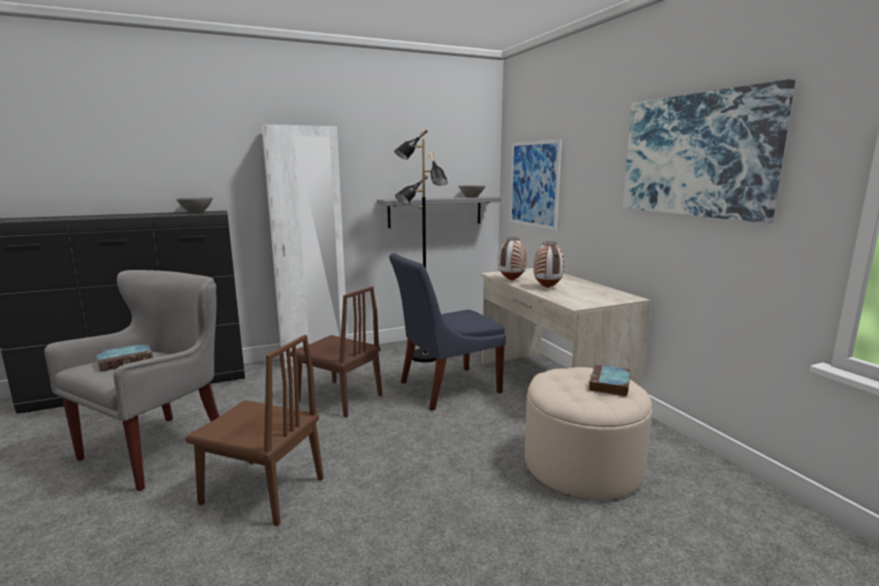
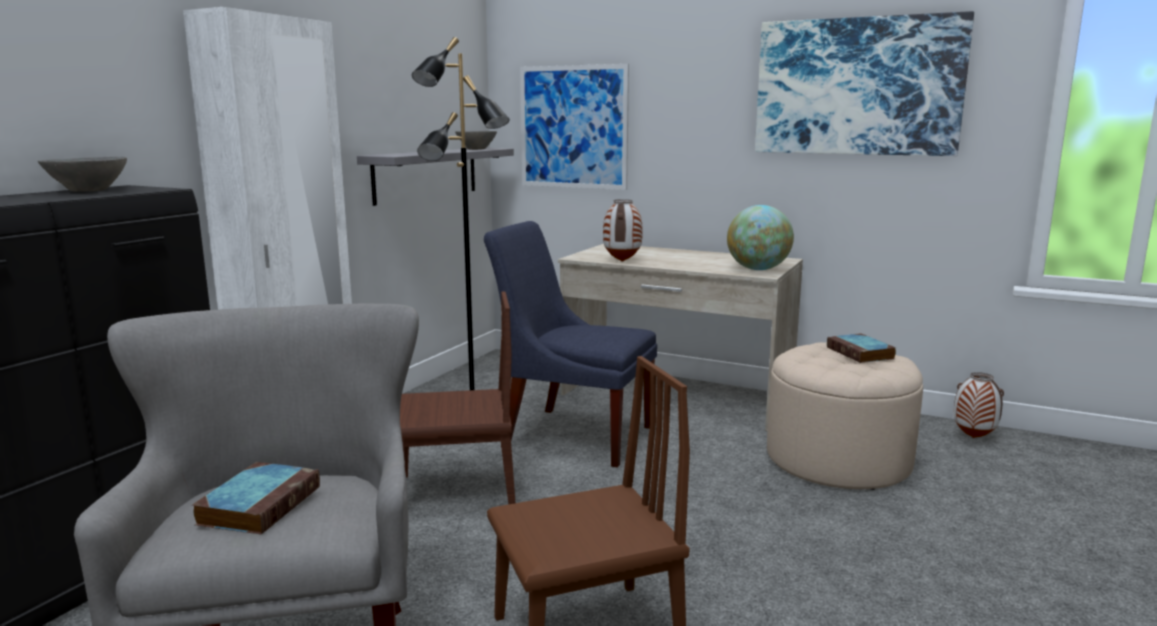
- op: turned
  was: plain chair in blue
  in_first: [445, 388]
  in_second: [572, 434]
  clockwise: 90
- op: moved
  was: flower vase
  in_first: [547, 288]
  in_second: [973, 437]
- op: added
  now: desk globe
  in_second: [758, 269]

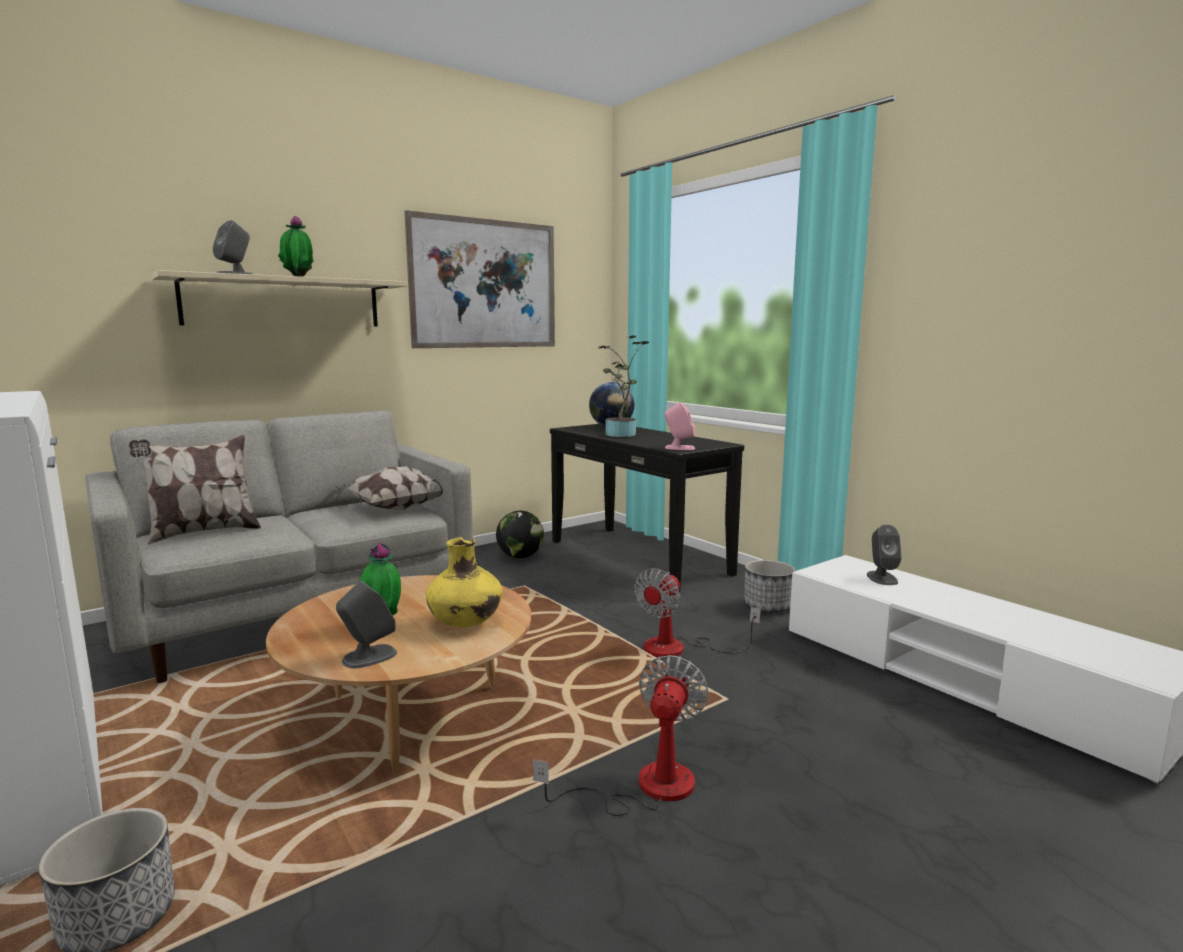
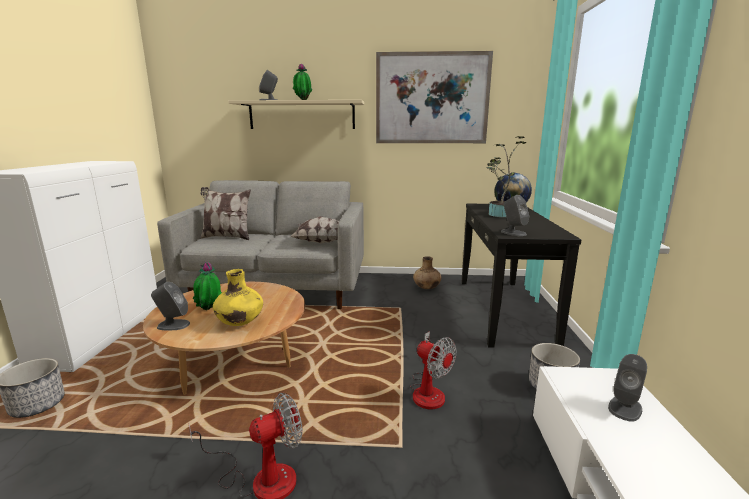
- op: replaced
  was: desk globe
  now: flower vase in brown
  in_first: [520, 557]
  in_second: [426, 288]
- op: turned
  was: fan
  in_first: [679, 648]
  in_second: [428, 390]
  clockwise: -120
- op: recoloured
  was: loudspeaker in pinkish
  now: loudspeaker in gray
  in_first: [679, 448]
  in_second: [513, 233]

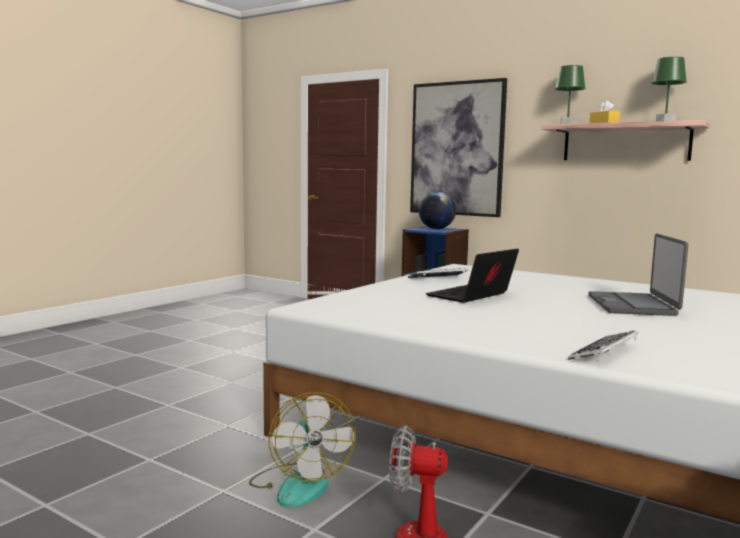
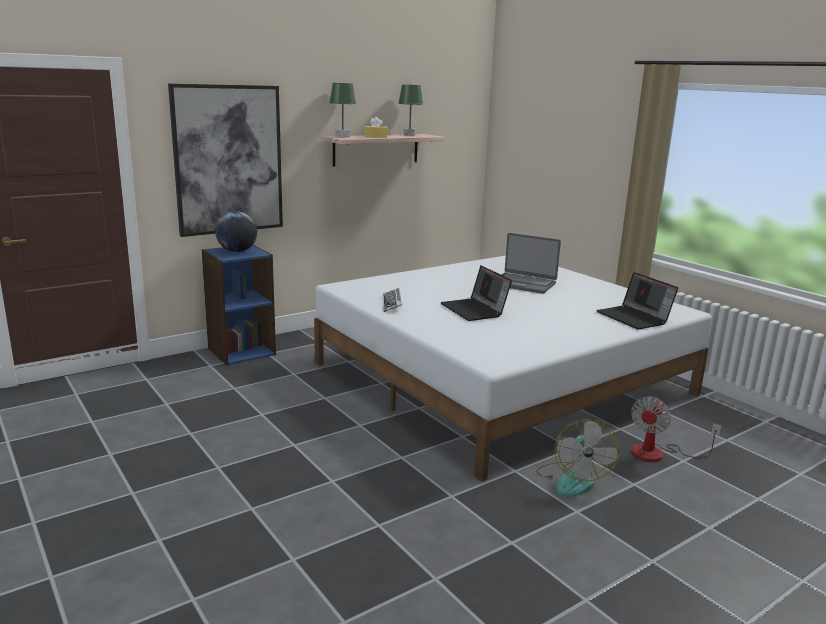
- op: turned
  was: fan
  in_first: [299, 484]
  in_second: [572, 479]
  clockwise: 90
- op: replaced
  was: keyboard
  now: portable computer
  in_first: [604, 353]
  in_second: [634, 318]

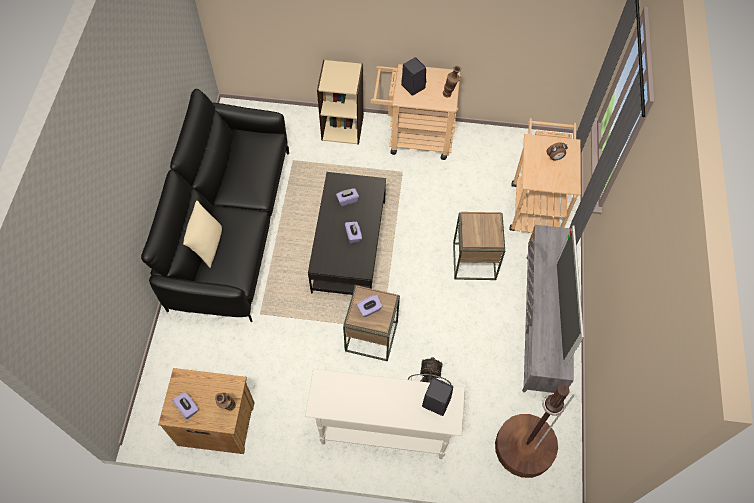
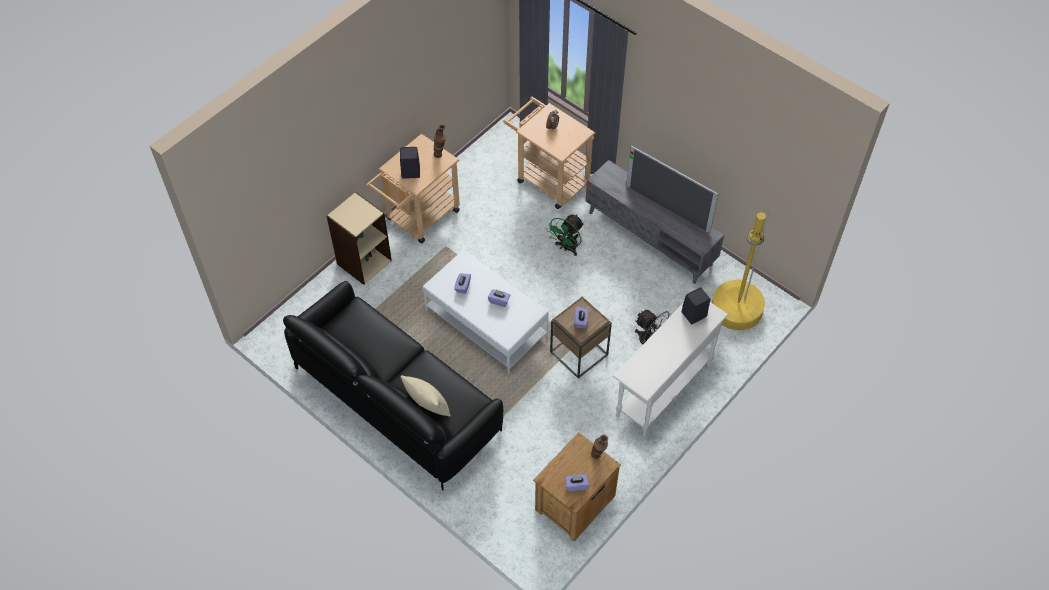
- op: recoloured
  was: coffee table in black-coloured
  now: coffee table in white-coloured
  in_first: [349, 246]
  in_second: [486, 323]
- op: replaced
  was: side table in brown
  now: fan in green-coloured
  in_first: [474, 261]
  in_second: [567, 248]
- op: recoloured
  was: standard lamp in brown
  now: standard lamp in yellow-coloured
  in_first: [524, 447]
  in_second: [736, 309]

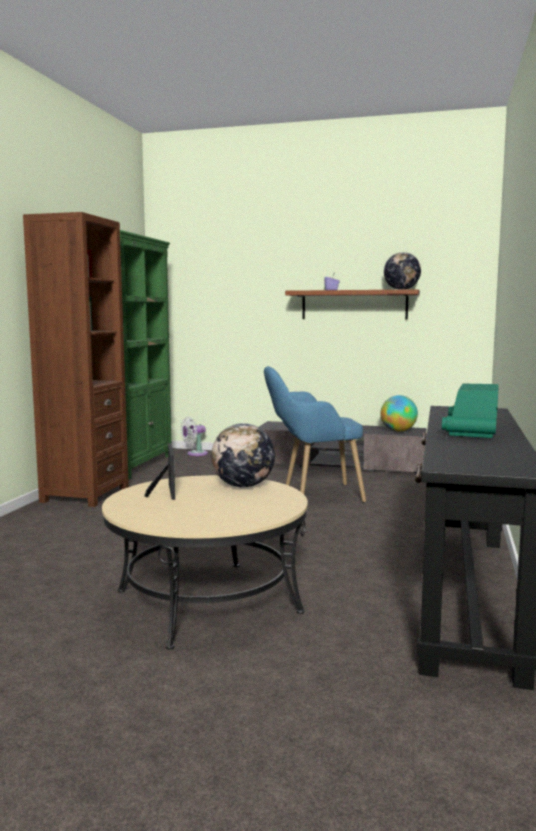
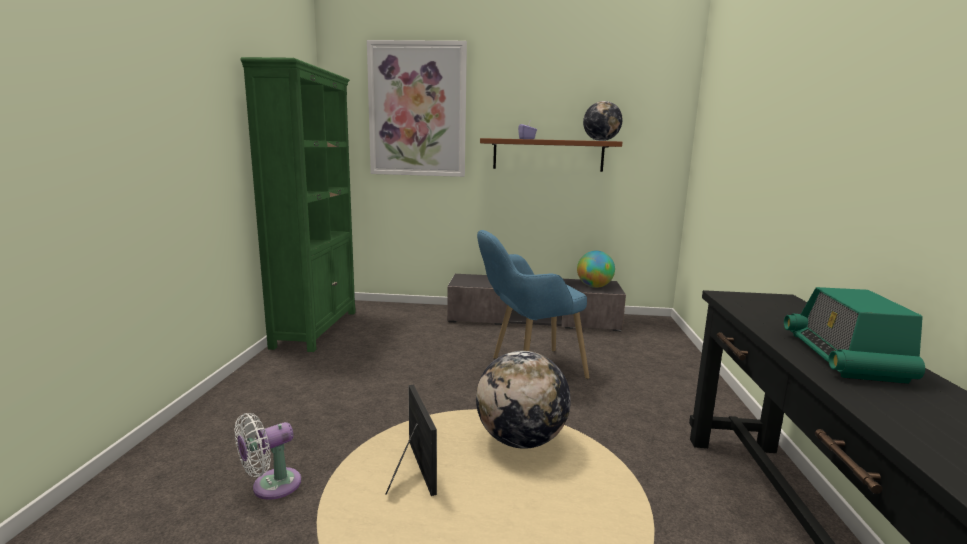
- op: removed
  was: bookcase in brown
  in_first: [85, 494]
- op: moved
  was: fan in white-coloured
  in_first: [195, 454]
  in_second: [271, 486]
- op: added
  now: picture
  in_second: [417, 110]

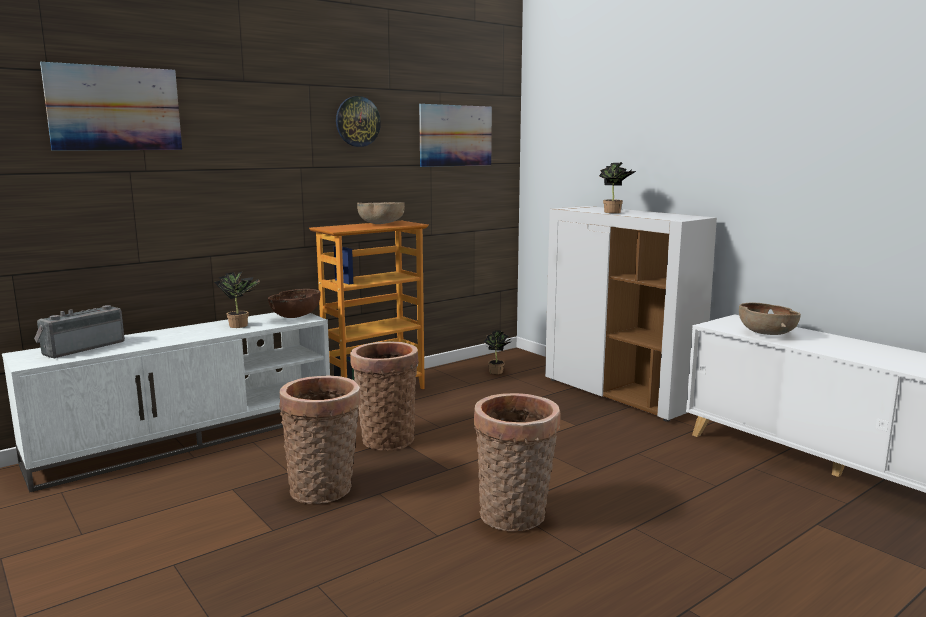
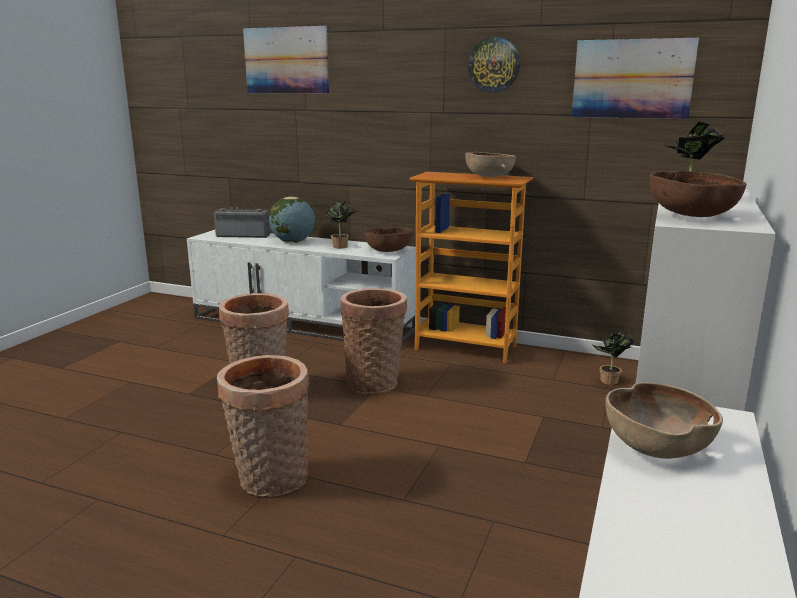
- op: added
  now: desk globe
  in_second: [293, 241]
- op: added
  now: bowl in brown
  in_second: [691, 216]

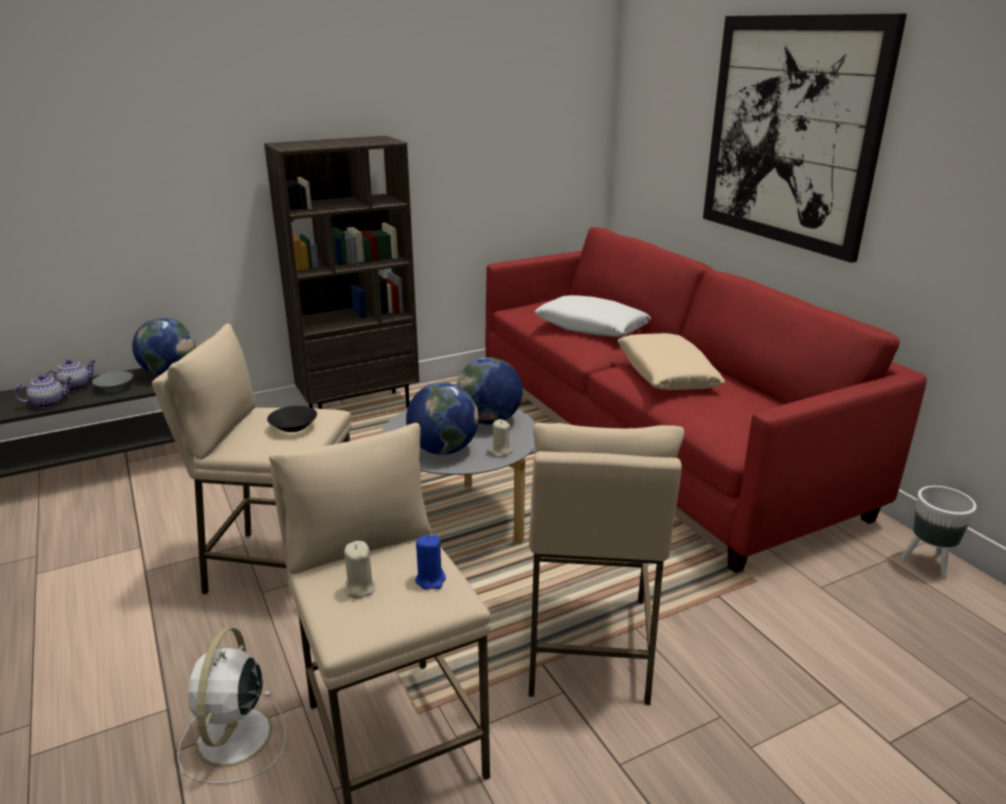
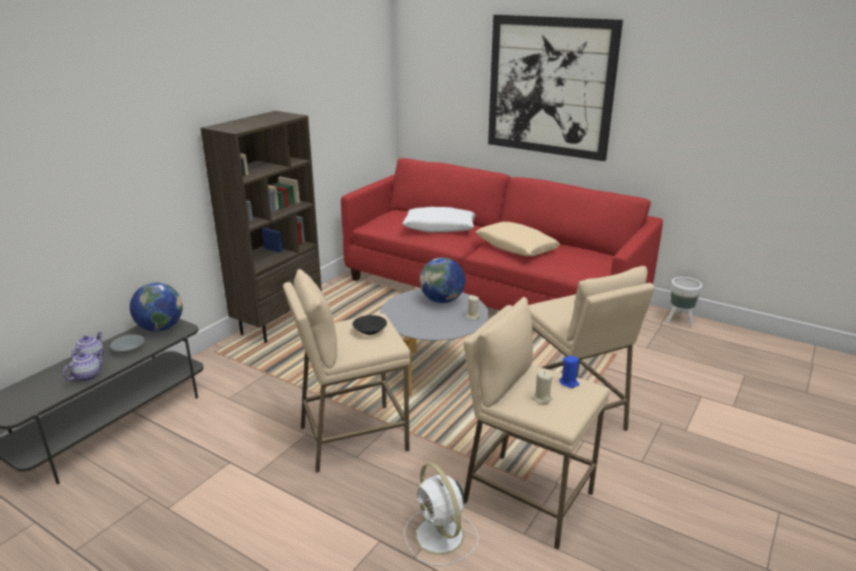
- op: removed
  was: desk globe
  in_first: [443, 450]

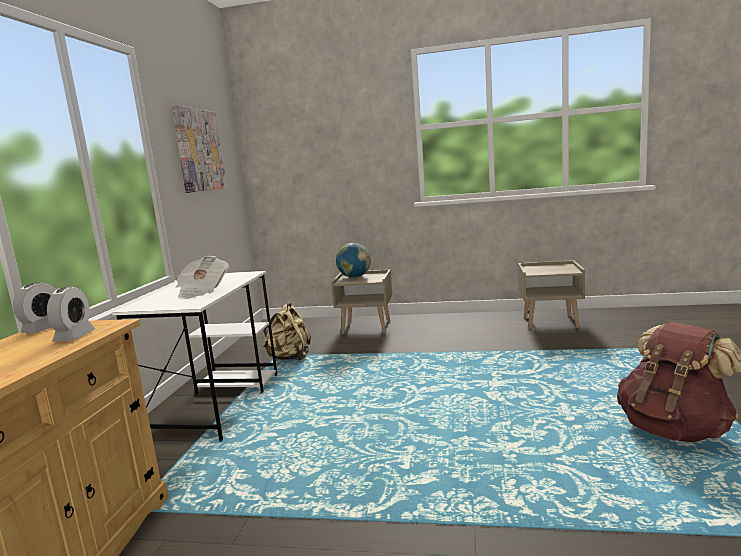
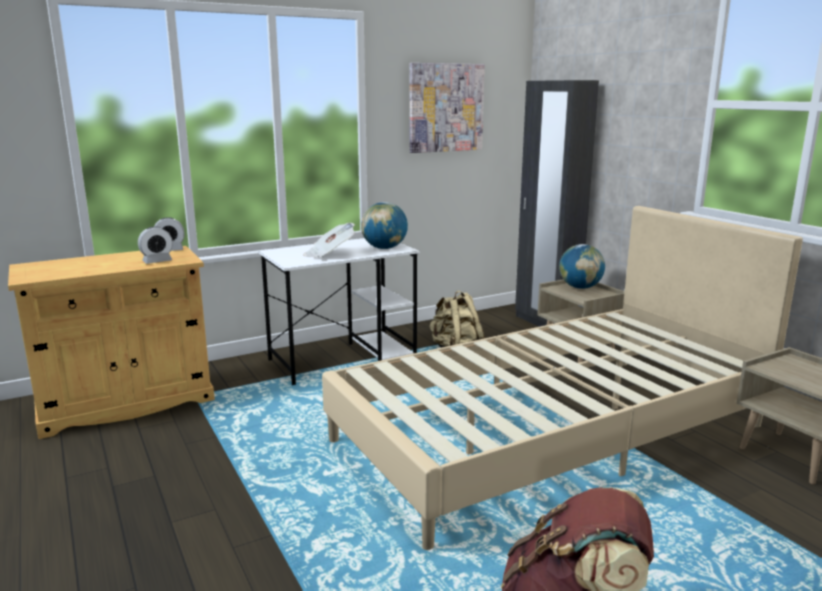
- op: added
  now: bed in beige
  in_second: [552, 433]
- op: added
  now: desk globe
  in_second: [384, 248]
- op: added
  now: wardrobe in black-coloured
  in_second: [545, 323]

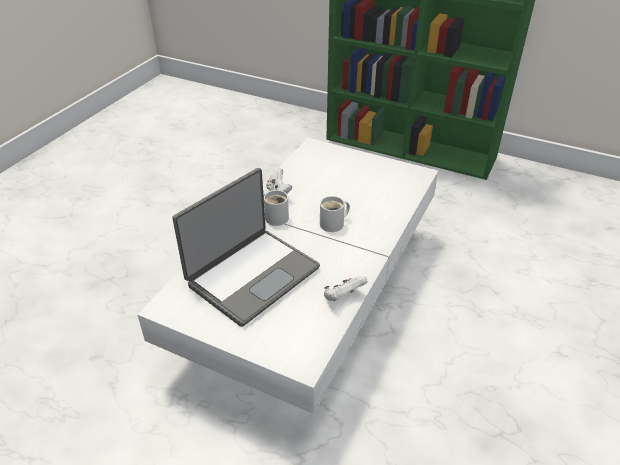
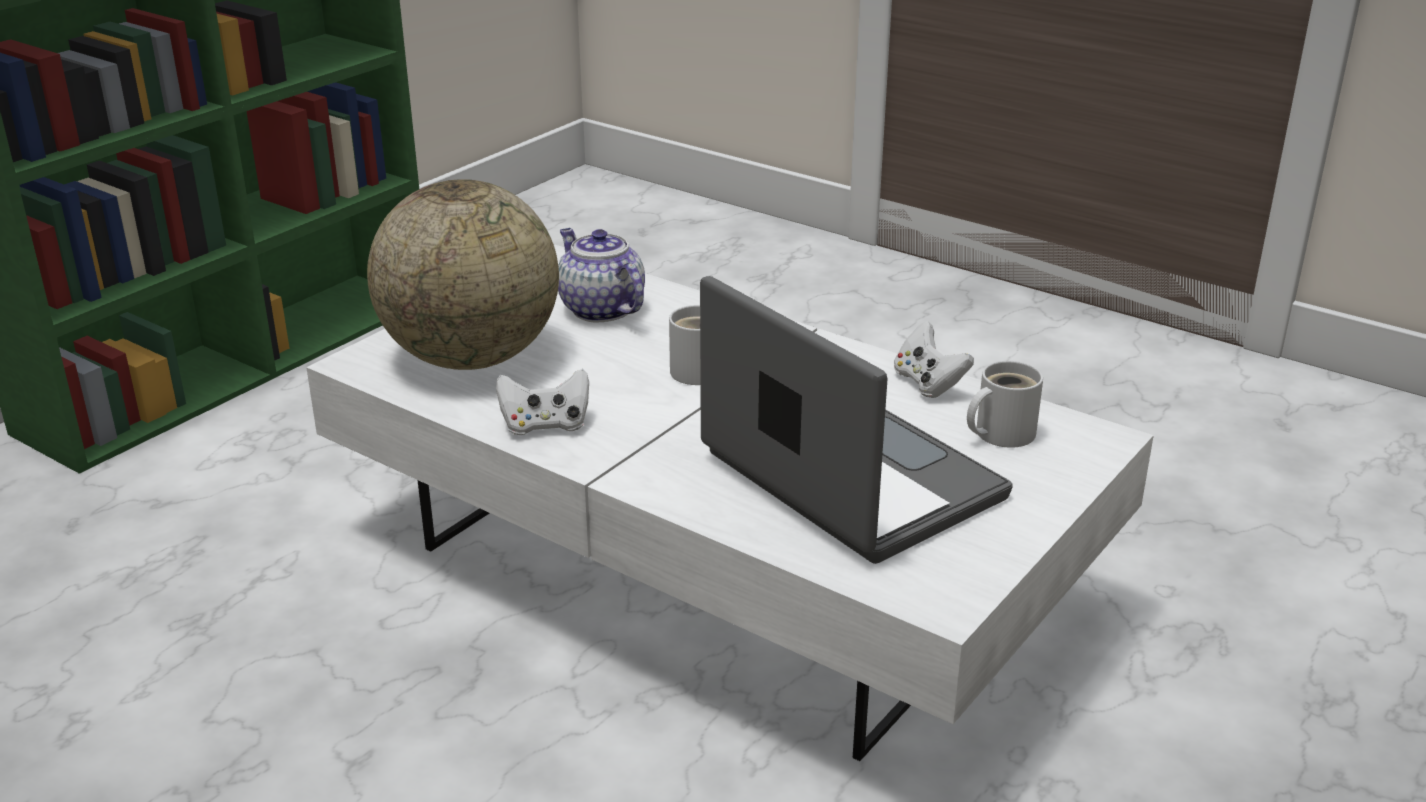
- op: moved
  was: mug in white-coloured
  in_first: [276, 216]
  in_second: [999, 433]
- op: added
  now: desk globe
  in_second: [471, 358]
- op: added
  now: pot for tea
  in_second: [600, 309]

